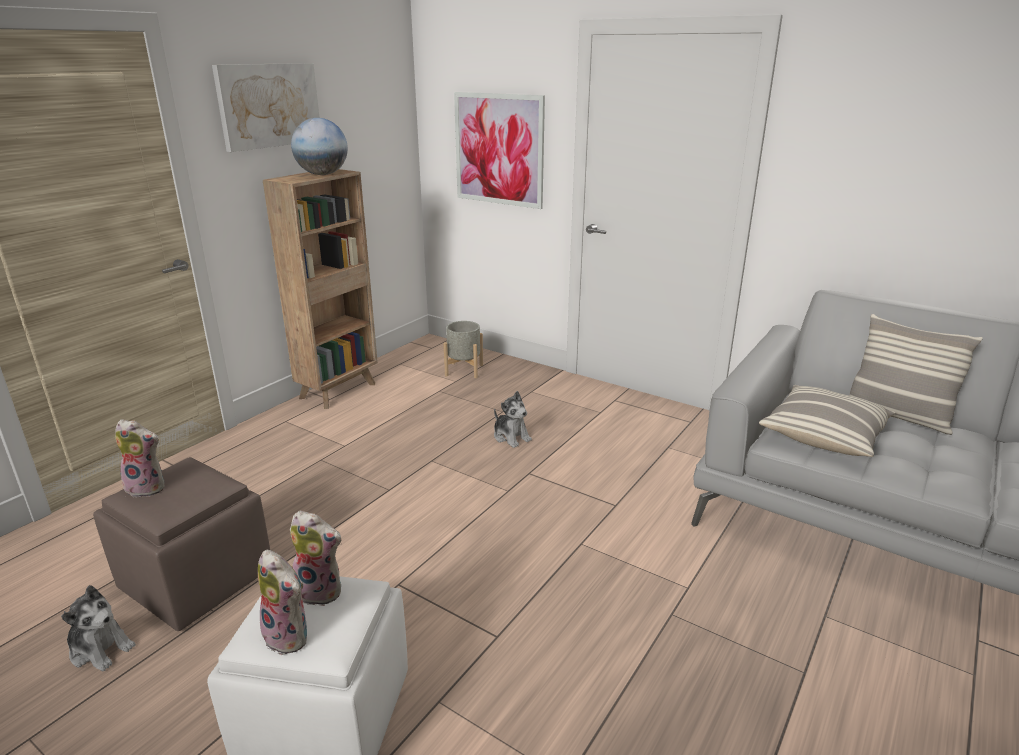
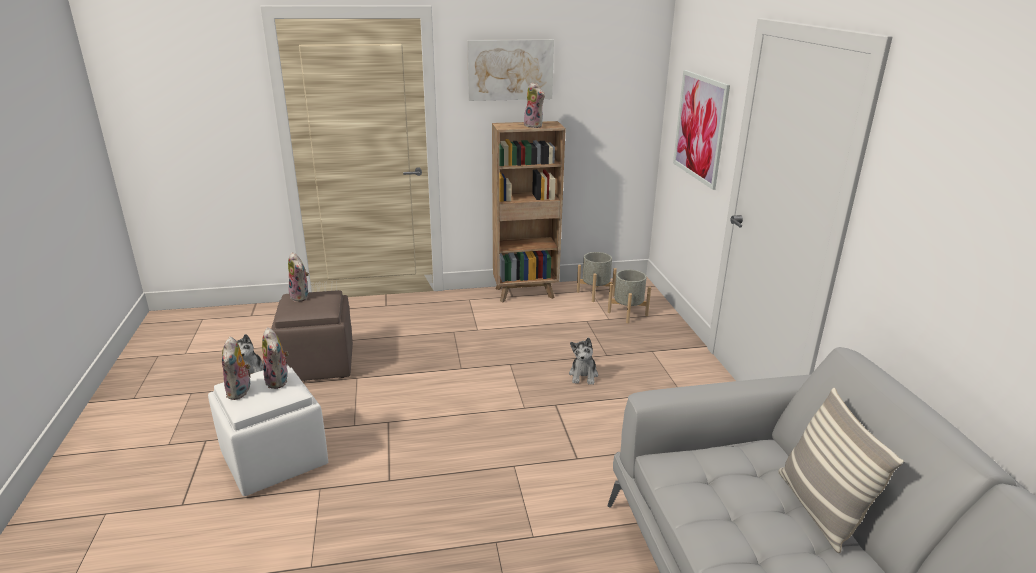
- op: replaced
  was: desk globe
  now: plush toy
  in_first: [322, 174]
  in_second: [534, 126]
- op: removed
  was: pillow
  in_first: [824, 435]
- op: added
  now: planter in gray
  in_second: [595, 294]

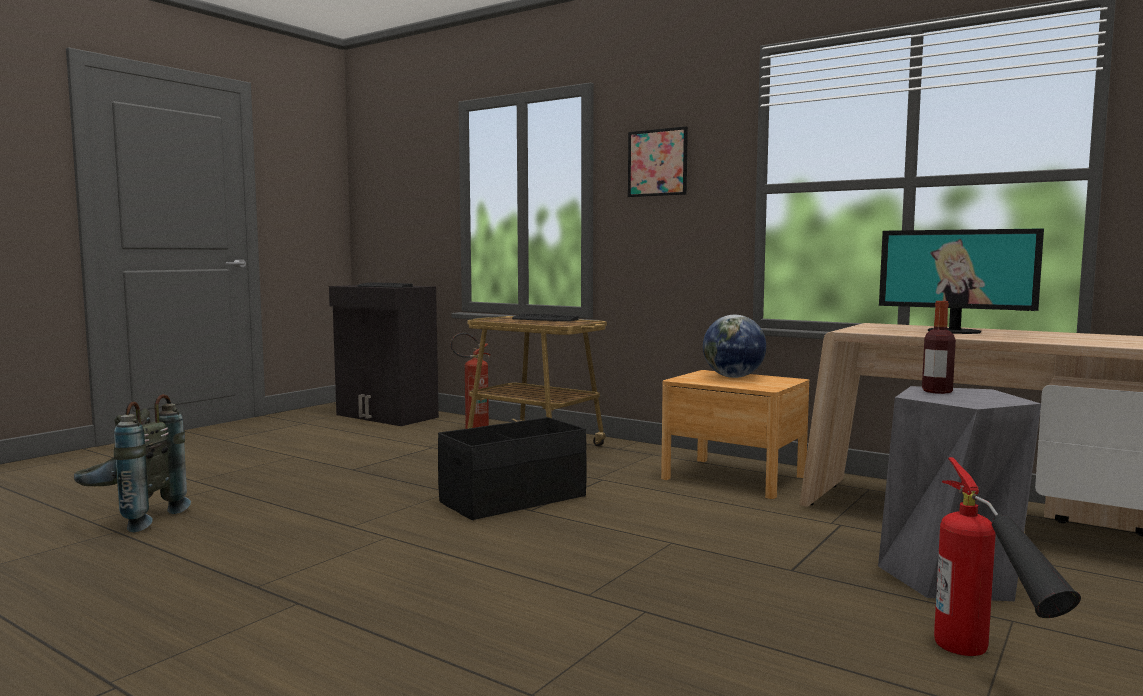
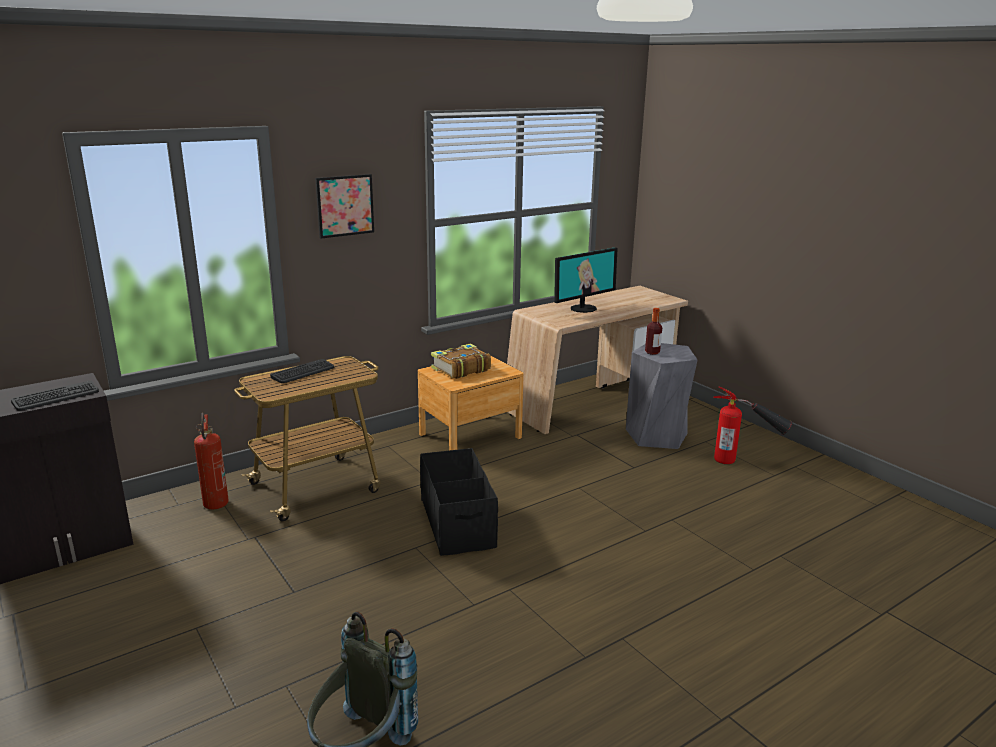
- op: replaced
  was: desk globe
  now: bound book
  in_first: [733, 377]
  in_second: [460, 369]

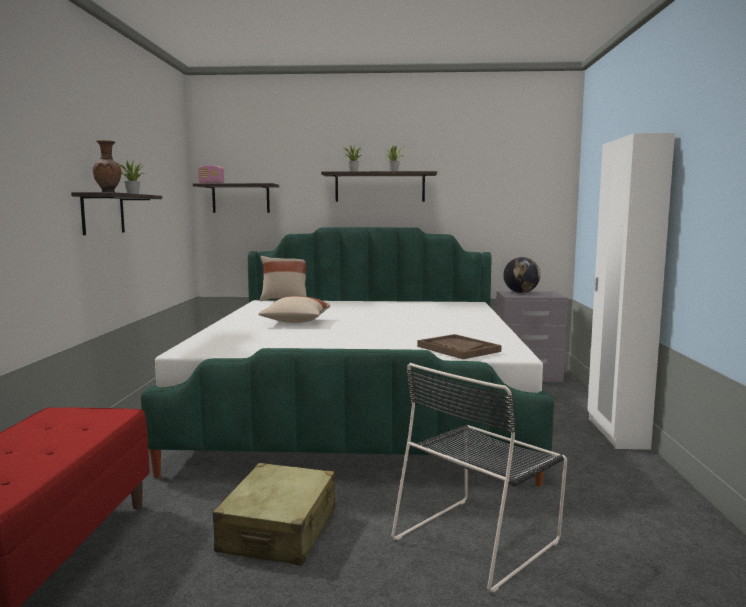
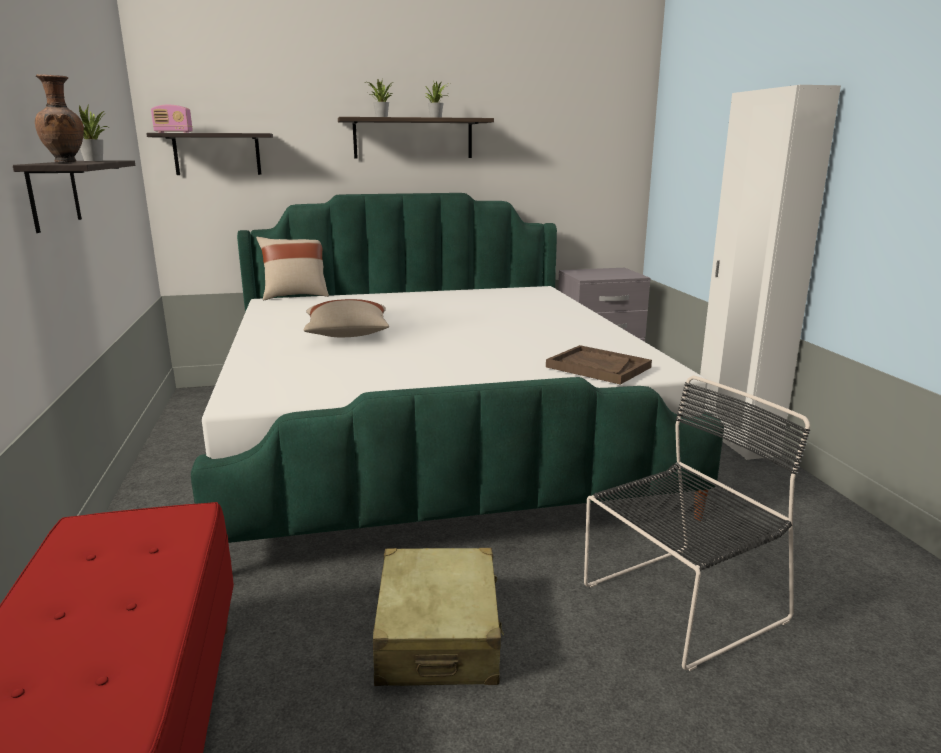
- op: turned
  was: plain chair in black-coloured
  in_first: [479, 538]
  in_second: [679, 604]
  clockwise: -150
- op: removed
  was: desk globe
  in_first: [521, 292]

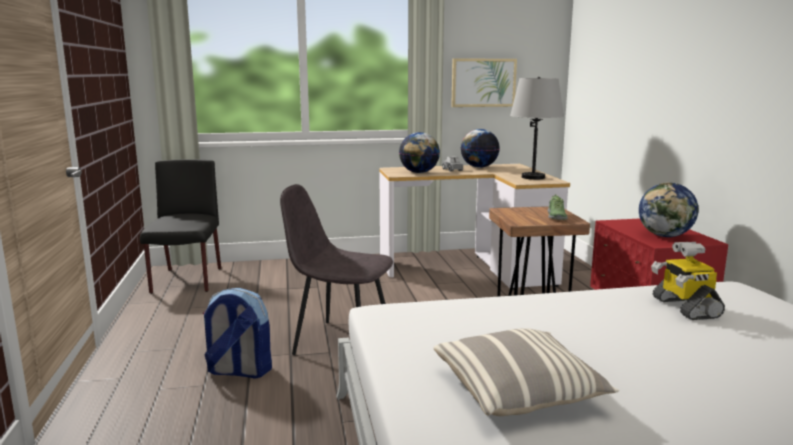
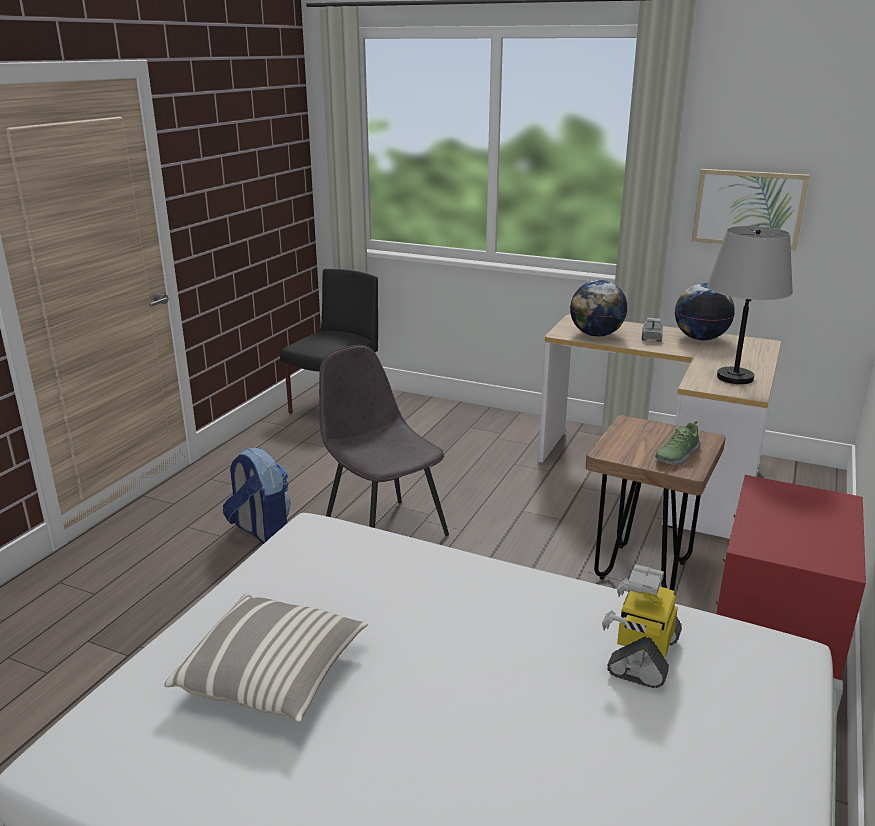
- op: removed
  was: desk globe
  in_first: [665, 236]

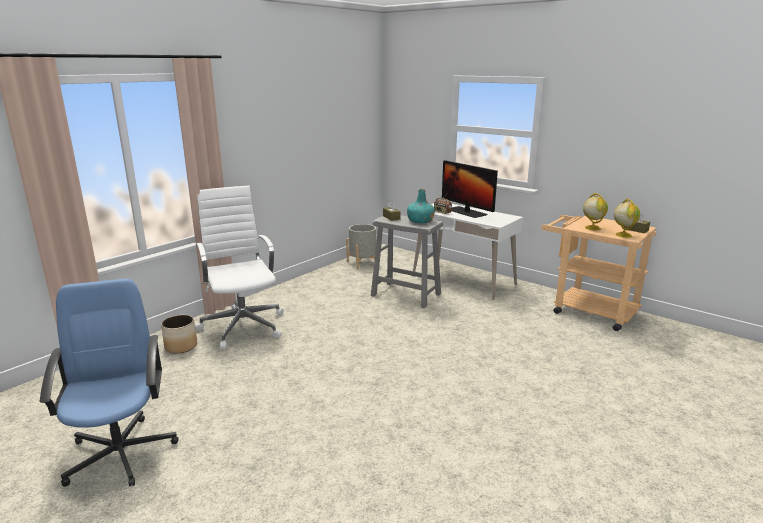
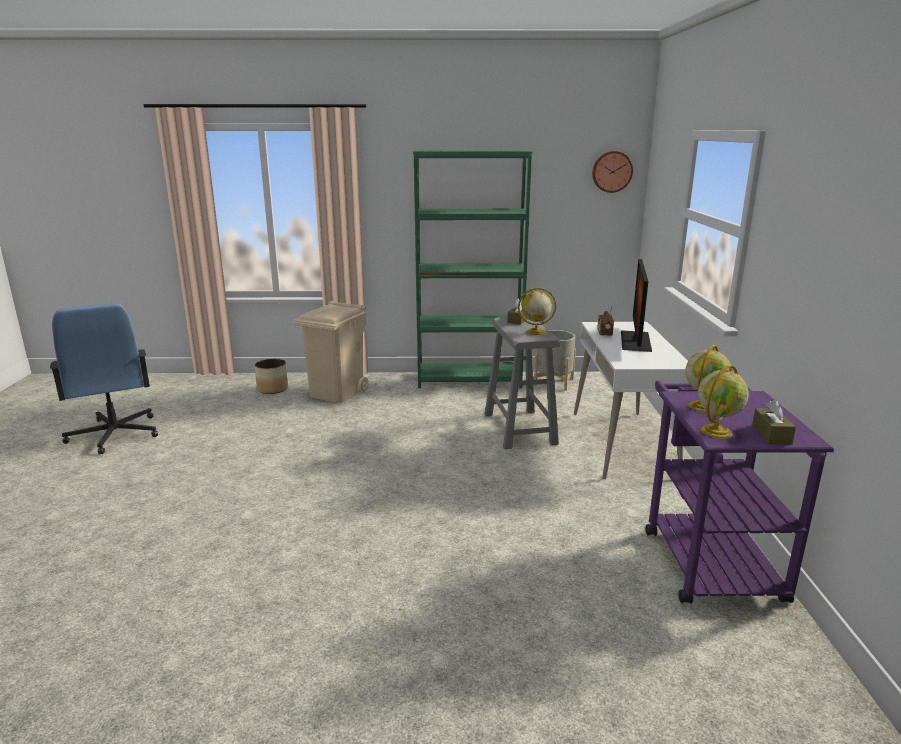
- op: turned
  was: office chair in blue
  in_first: [121, 452]
  in_second: [114, 435]
  clockwise: 120
- op: replaced
  was: office chair in white-coloured
  now: rubbish bin in beige
  in_first: [243, 325]
  in_second: [336, 392]
- op: replaced
  was: beverage bottle in turquoise-coloured
  now: desk globe
  in_first: [420, 221]
  in_second: [535, 332]
- op: recoloured
  was: trolley in beige
  now: trolley in purple
  in_first: [587, 310]
  in_second: [707, 556]
- op: added
  now: bookcase in green-coloured
  in_second: [469, 380]
- op: added
  now: clock on the wall
  in_second: [611, 171]

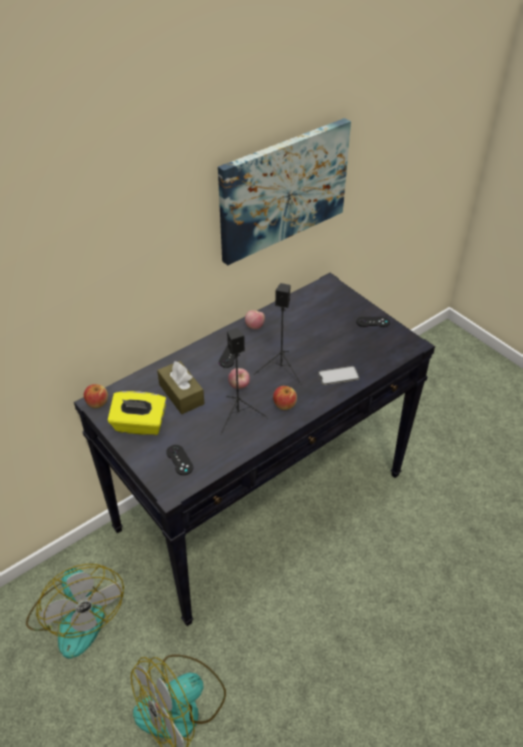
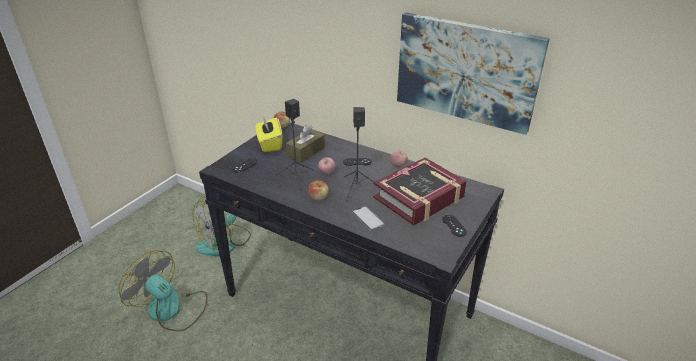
- op: added
  now: bound book
  in_second: [419, 198]

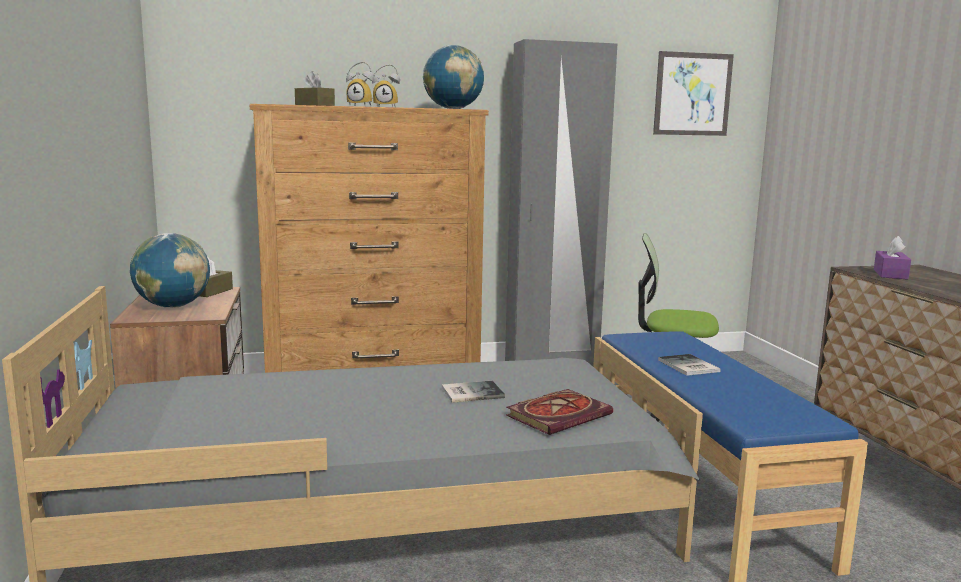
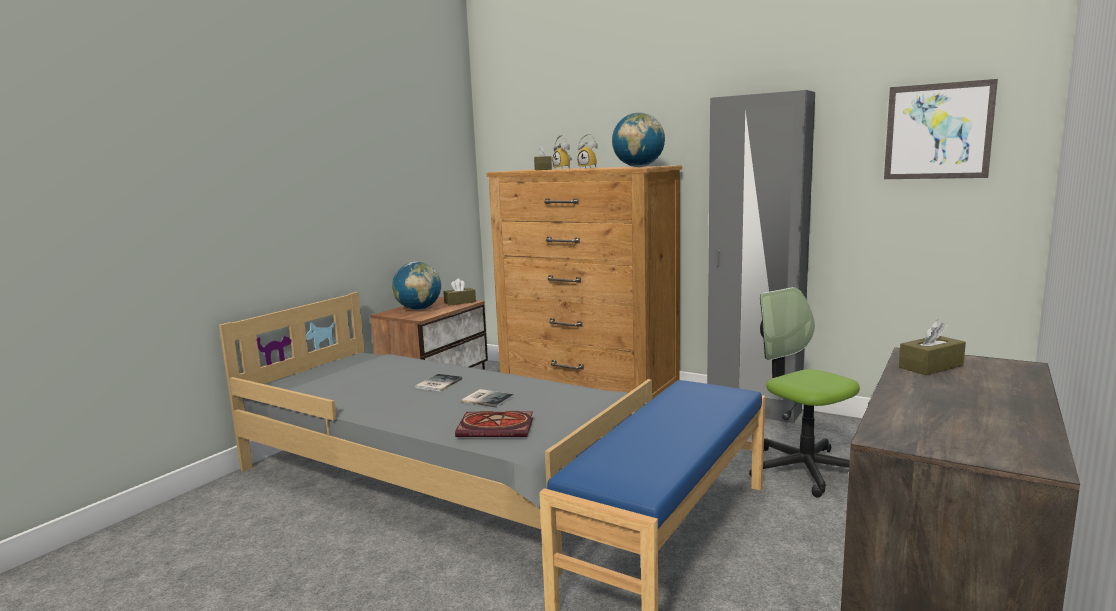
- op: moved
  was: bound book
  in_first: [688, 366]
  in_second: [437, 384]
- op: recoloured
  was: tissue box in purple
  now: tissue box in brown
  in_first: [890, 274]
  in_second: [930, 366]

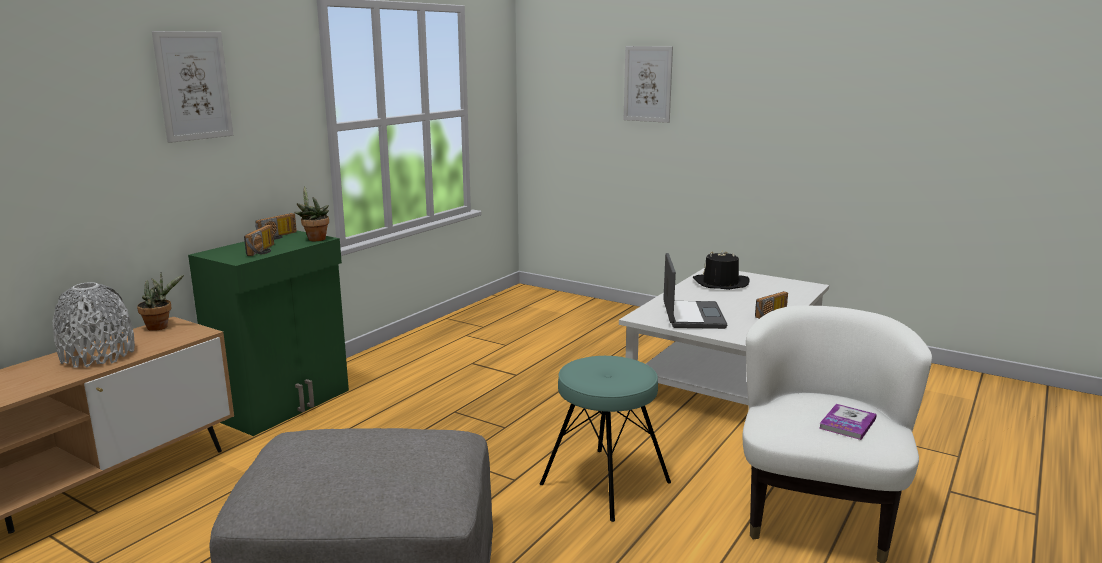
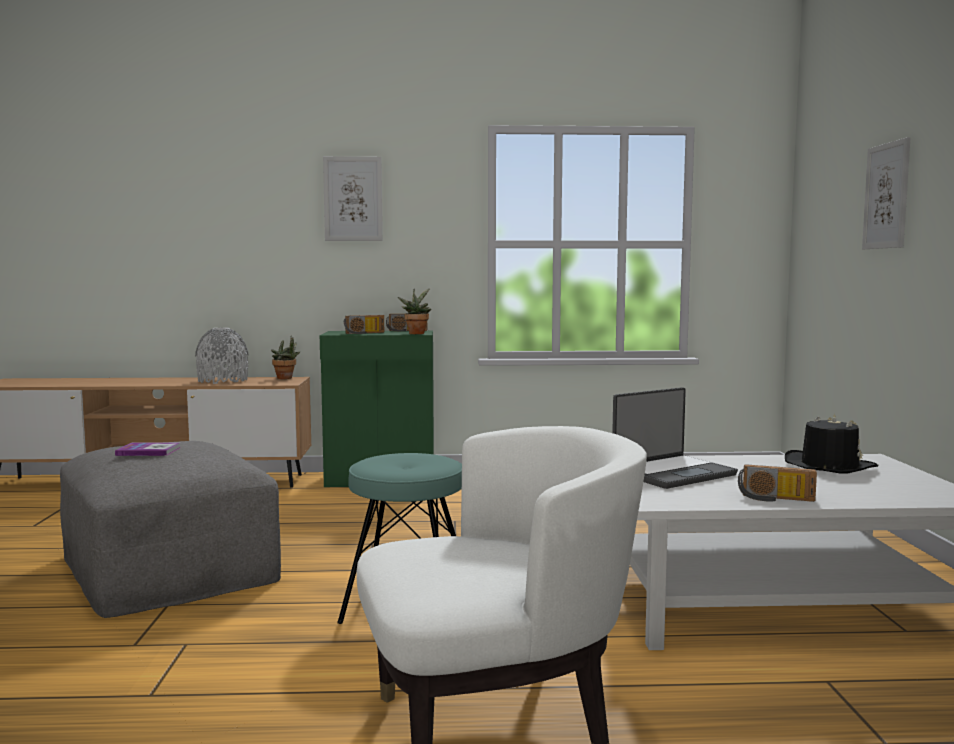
- op: moved
  was: bound book
  in_first: [847, 423]
  in_second: [148, 451]

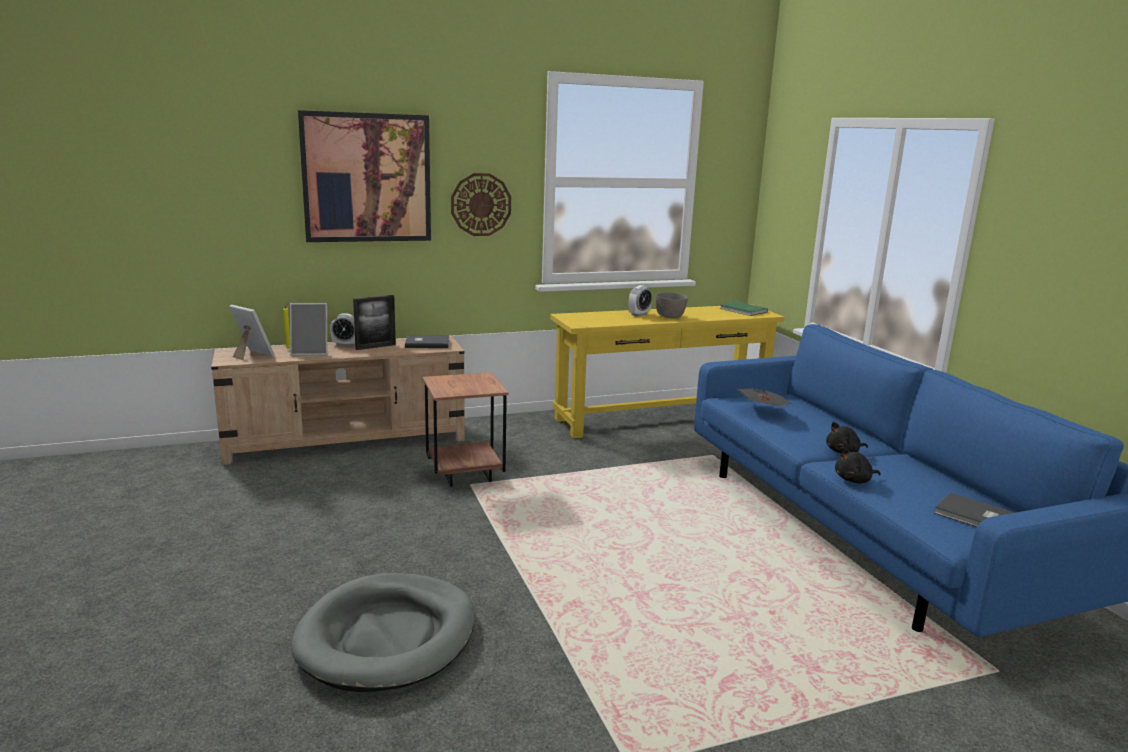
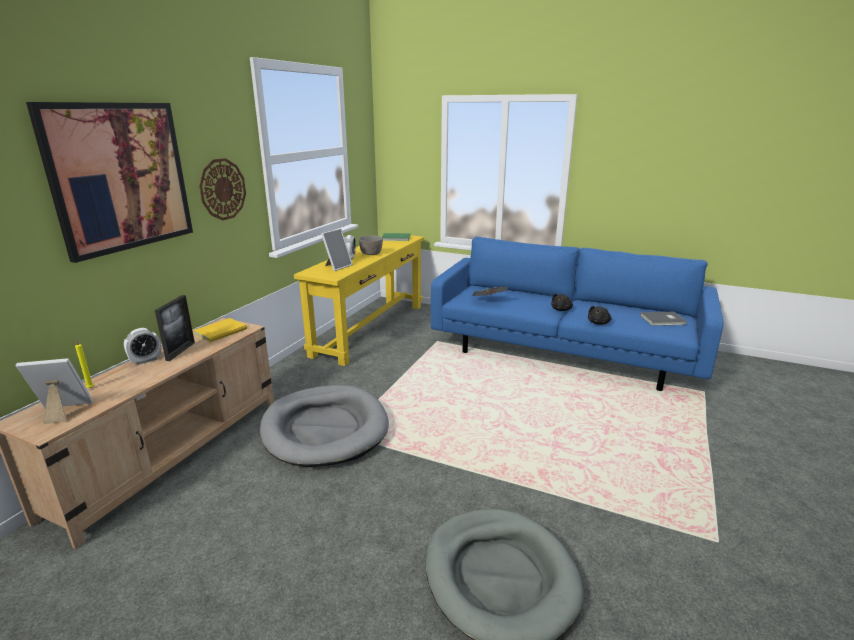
- op: moved
  was: standing frame
  in_first: [311, 352]
  in_second: [337, 266]
- op: recoloured
  was: bound book in gray
  now: bound book in yellow-coloured
  in_first: [427, 343]
  in_second: [219, 331]
- op: replaced
  was: side table in brown
  now: dog cushion in gray
  in_first: [465, 475]
  in_second: [325, 429]

